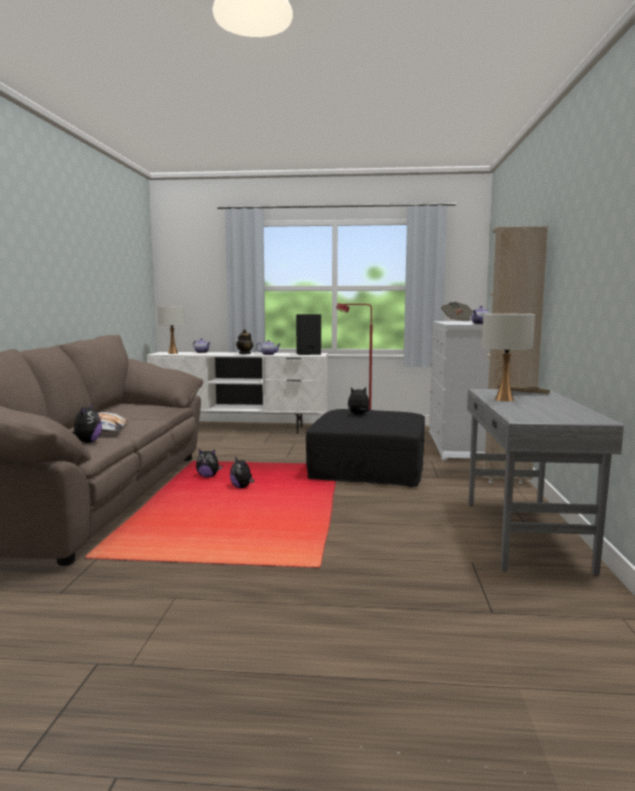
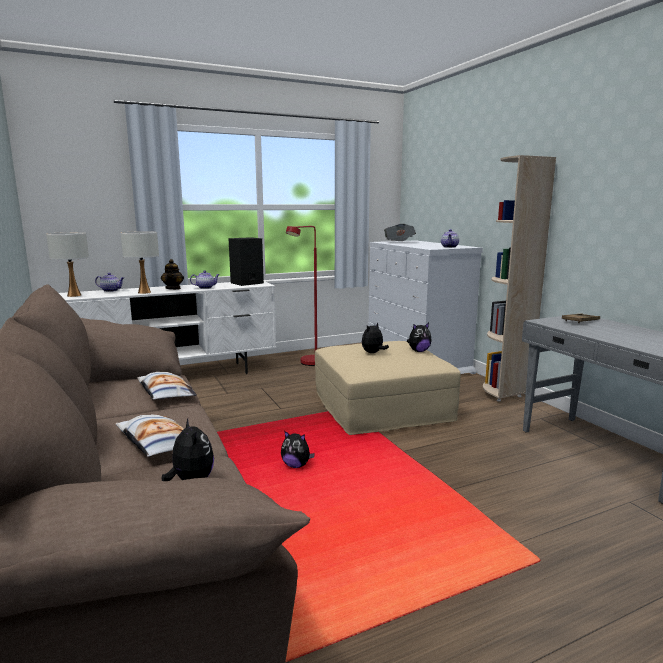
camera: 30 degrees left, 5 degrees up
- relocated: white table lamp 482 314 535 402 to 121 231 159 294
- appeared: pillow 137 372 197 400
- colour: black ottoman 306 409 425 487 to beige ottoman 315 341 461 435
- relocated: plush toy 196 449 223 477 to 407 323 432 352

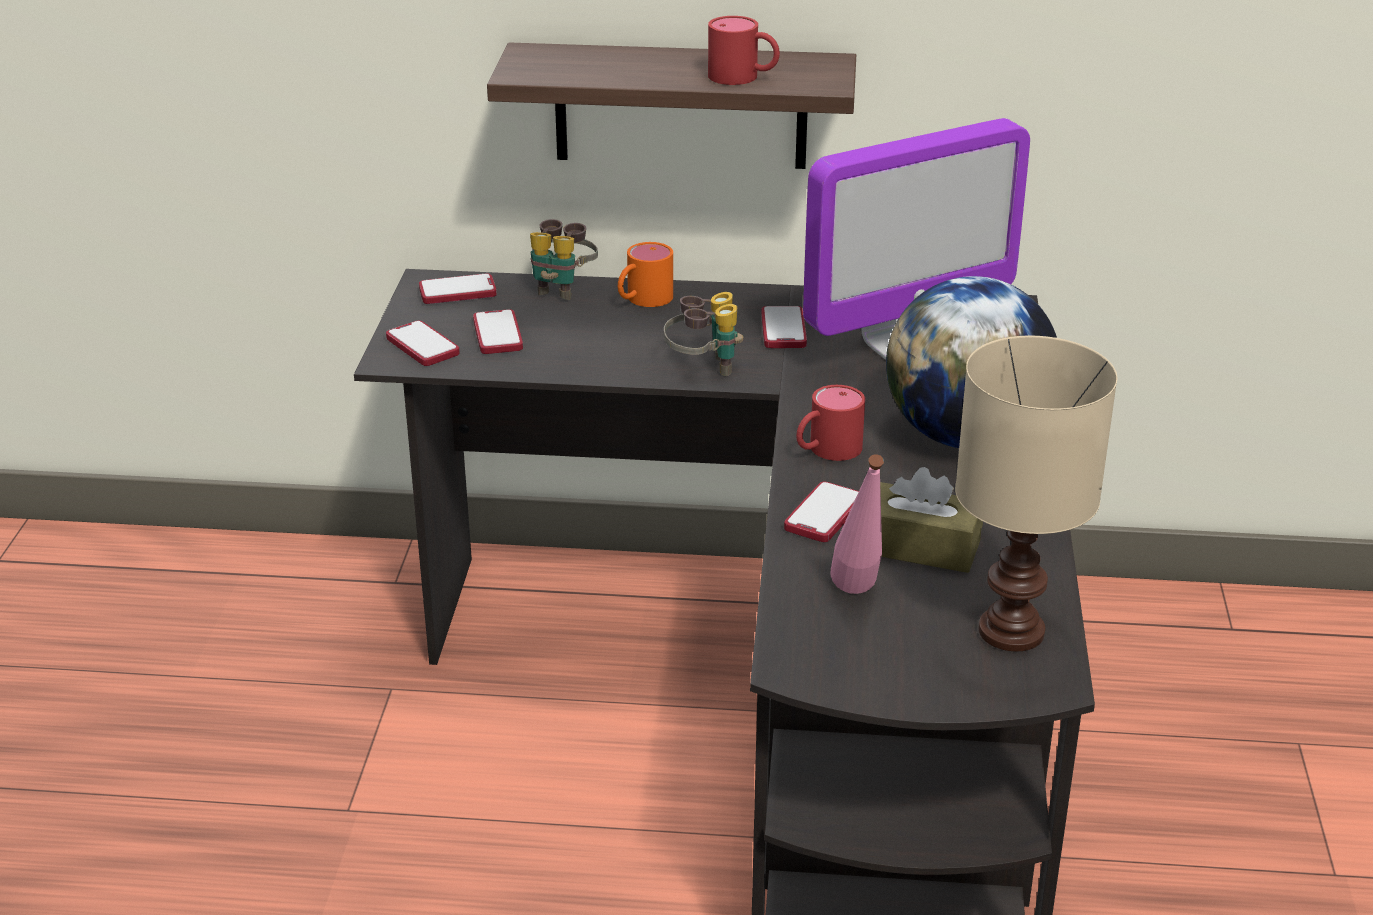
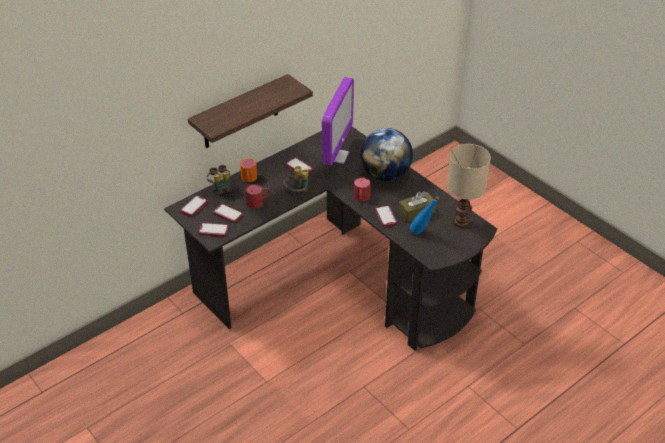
camera: 45 degrees left, 10 degrees up
- relocated: red mug 708 16 780 85 to 246 184 270 209
- colour: pink bottle 831 454 884 594 to blue bottle 410 196 439 235

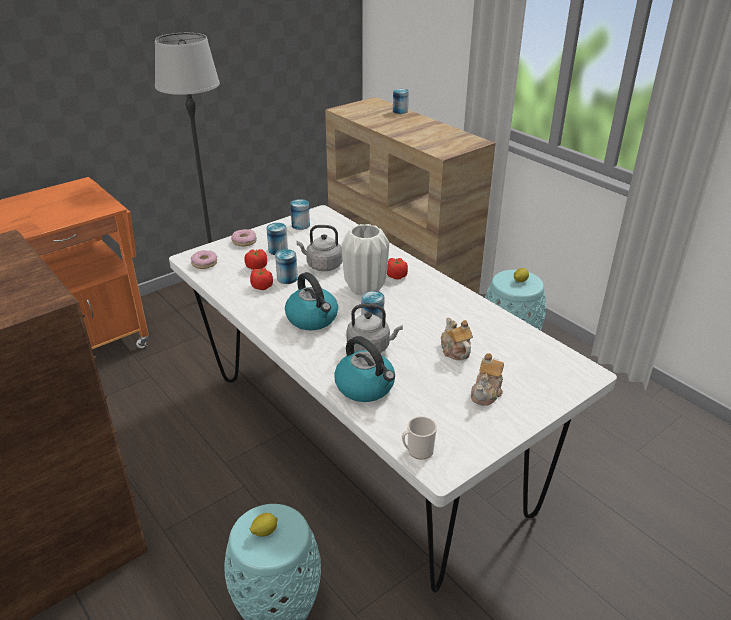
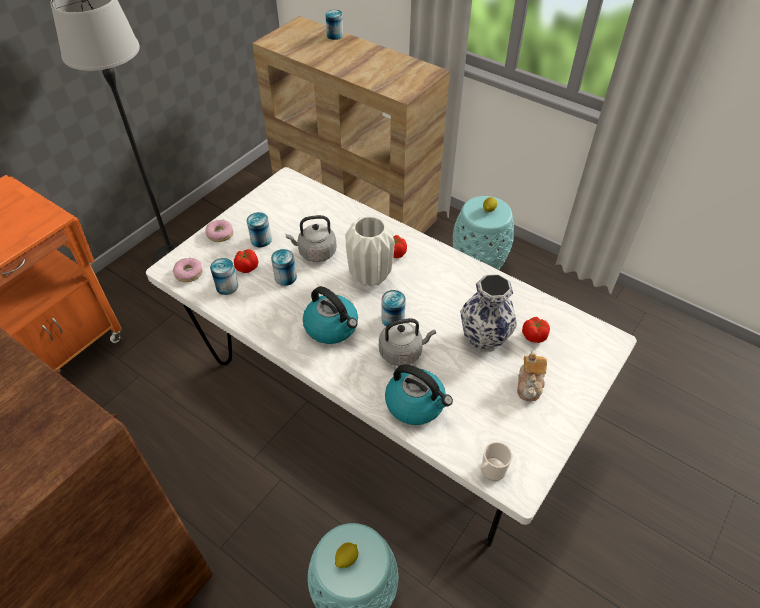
camera: 15 degrees left, 15 degrees up
- relocated: can 290 199 310 230 to 210 258 238 295
- exchanged: teapot 441 318 473 360 to vase 460 274 517 352
- relocated: tomato 250 268 273 290 to 522 317 550 343

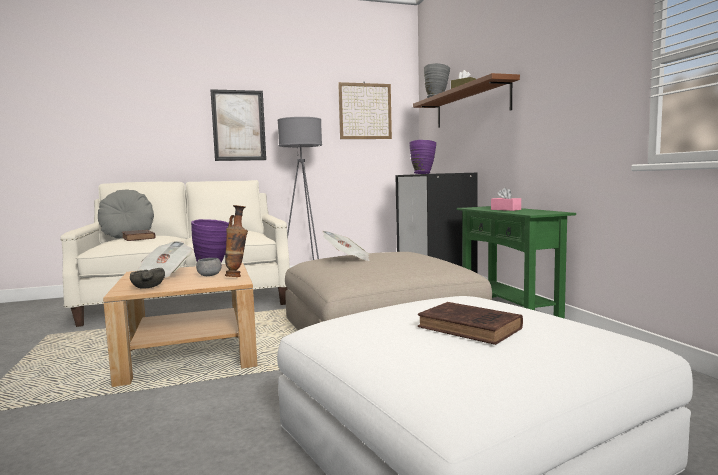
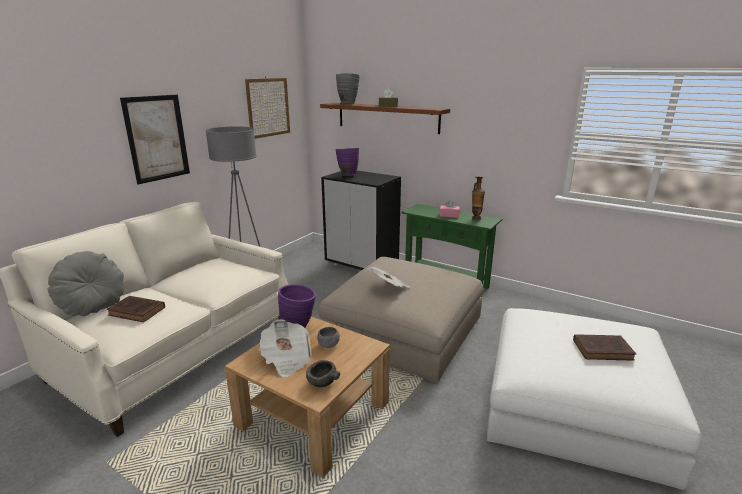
camera: 40 degrees left, 15 degrees up
- relocated: vase 225 205 248 277 to 472 176 485 220

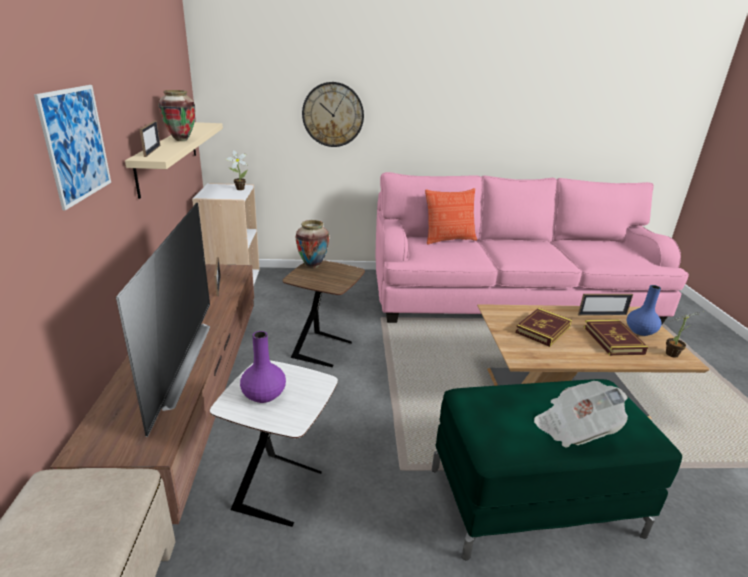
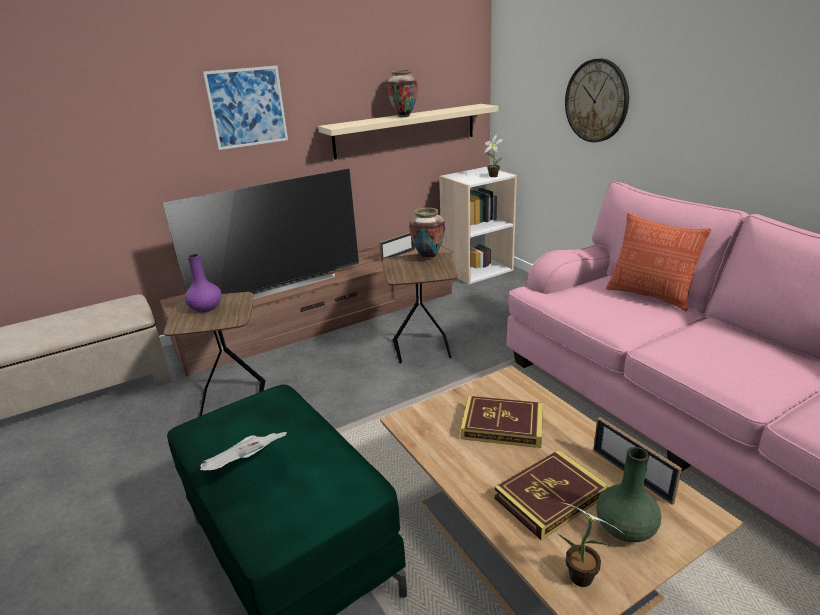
camera: 65 degrees right, 0 degrees up
- colour: white side table 210 360 338 527 to brown side table 164 292 266 417
- colour: blue vase 627 285 662 336 to green vase 596 447 661 542
- missing: picture frame 139 120 160 157

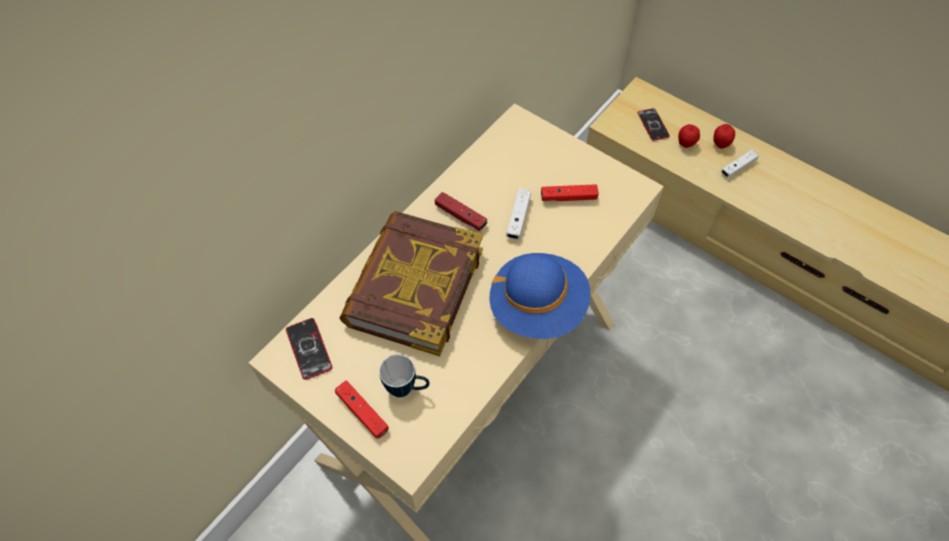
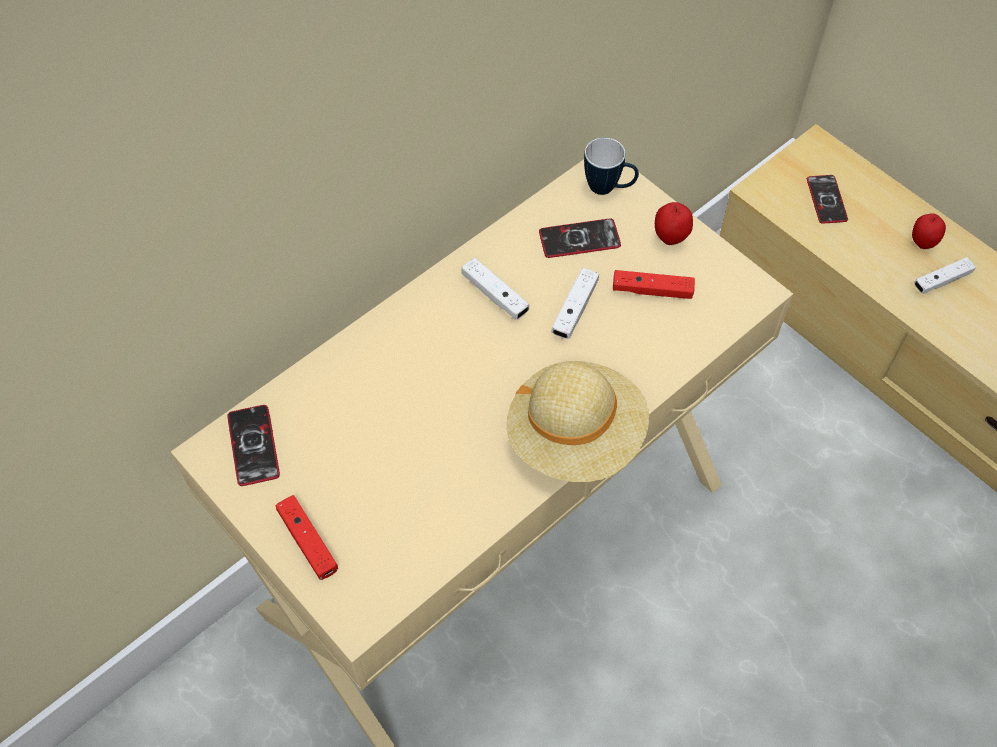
camera: 10 degrees right, 0 degrees up
- colour: red game controller 435 192 487 231 to white game controller 462 258 529 320
- colour: blue hat 489 253 591 339 to beige hat 506 361 649 482
- appeared: phone 539 218 621 258
- relocated: mug 379 354 430 397 to 584 138 639 195
- relocated: apple 678 124 700 148 to 655 202 693 245
- missing: book 339 211 483 356

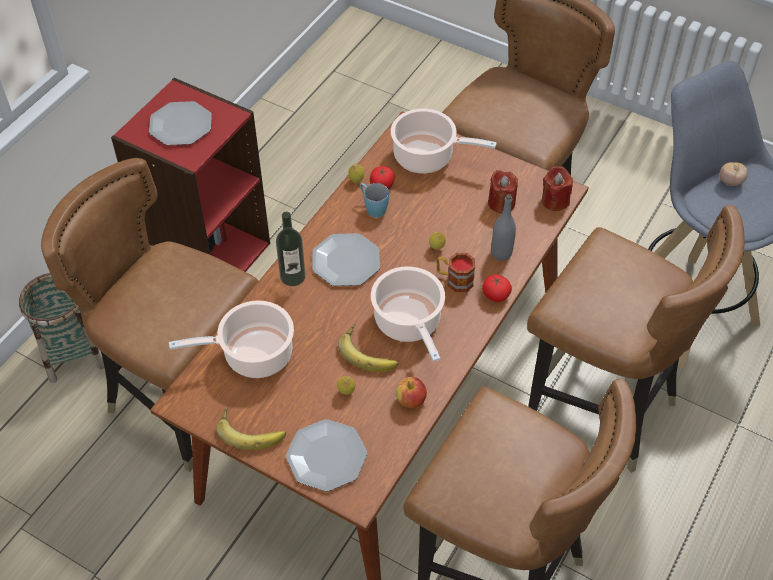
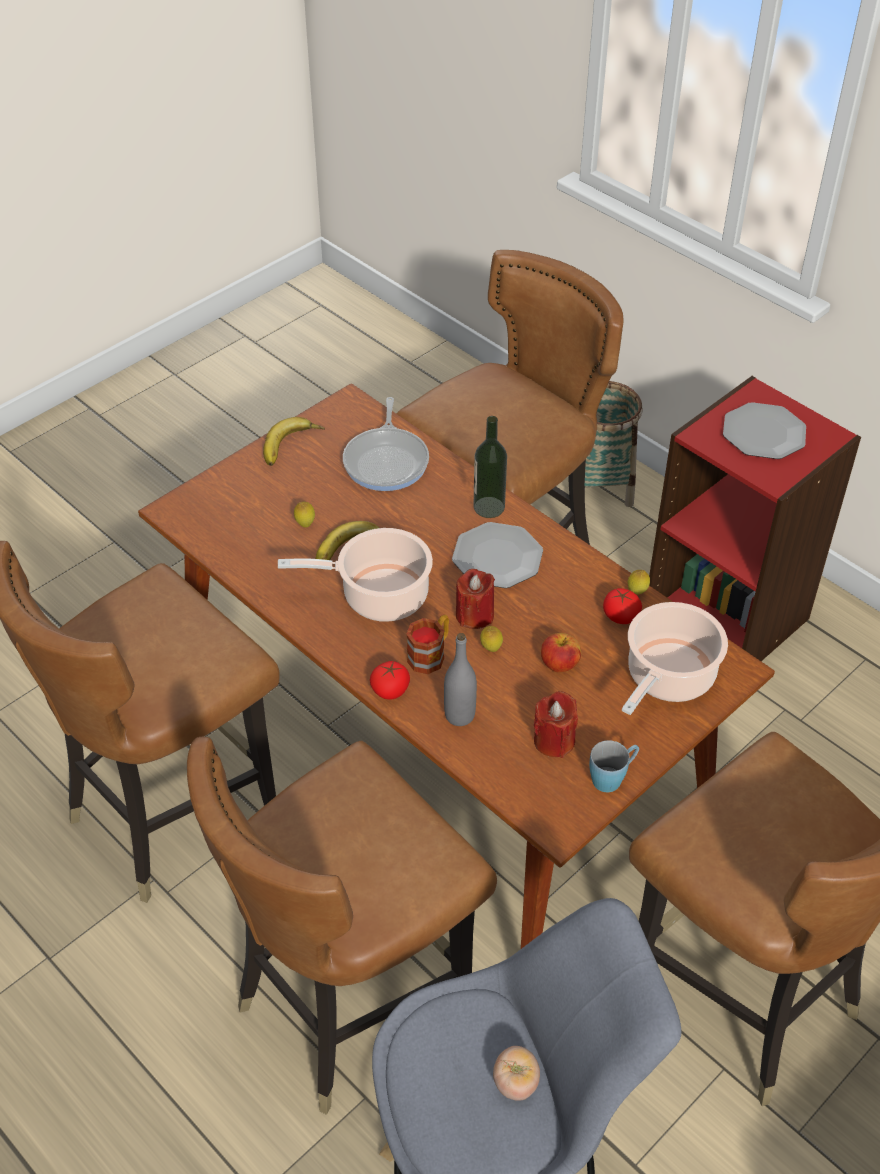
camera: 105 degrees right, 5 degrees down
- exchanged: cooking pot 169 300 294 378 to frying pan 343 397 429 491
- relocated: red candle 542 166 573 211 to 456 569 495 629
- relocated: apple 396 377 427 408 to 541 633 581 672
- relocated: blue mug 360 183 389 218 to 589 740 639 792
- missing: plate 286 419 367 491

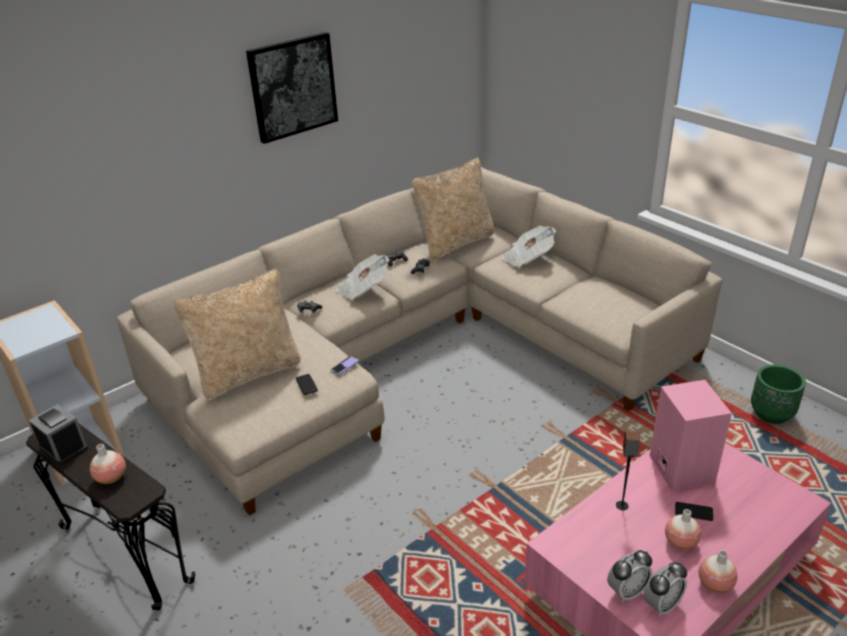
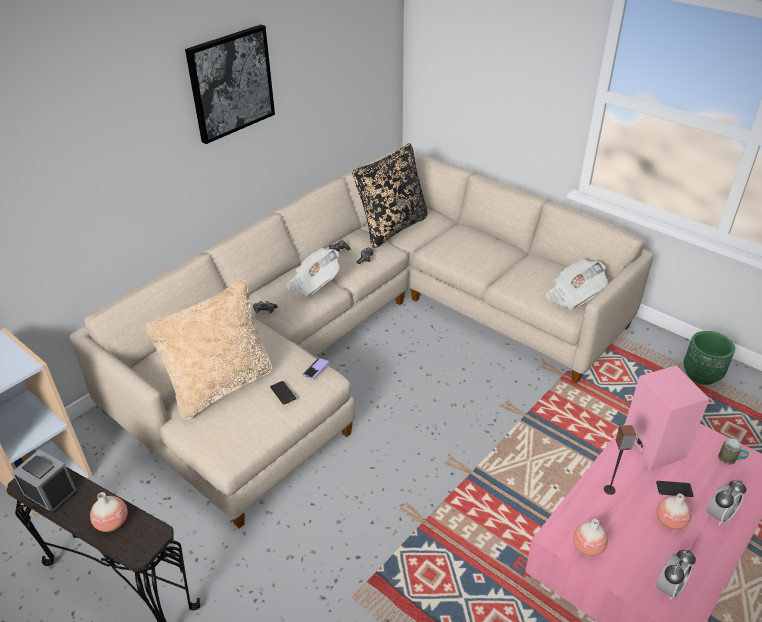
camera: 10 degrees left, 5 degrees up
- colour: beige pillow 412 158 494 261 to black pillow 352 143 428 248
- relocated: newspaper 501 226 556 268 to 546 259 608 309
- relocated: vase 699 550 737 593 to 573 519 608 556
- relocated: alarm clock 607 550 652 602 to 707 480 746 525
- appeared: mug 718 438 749 465

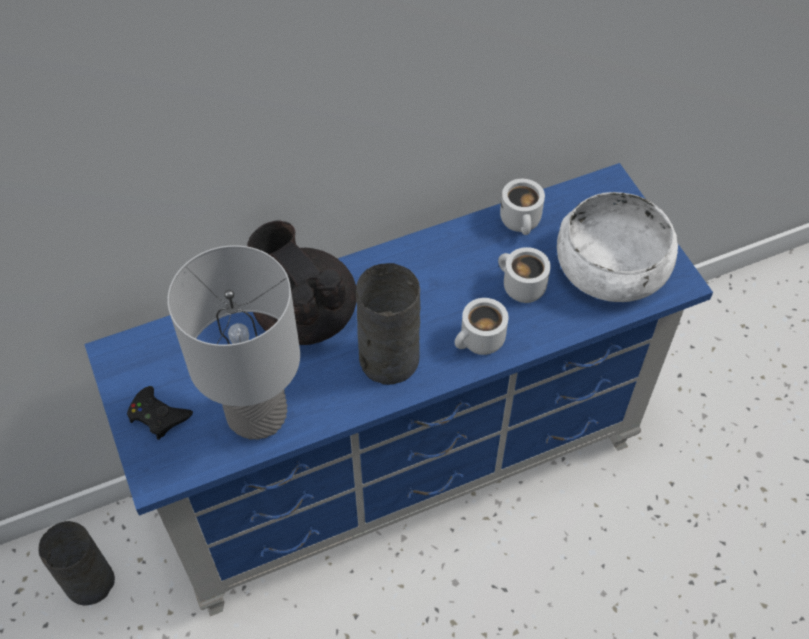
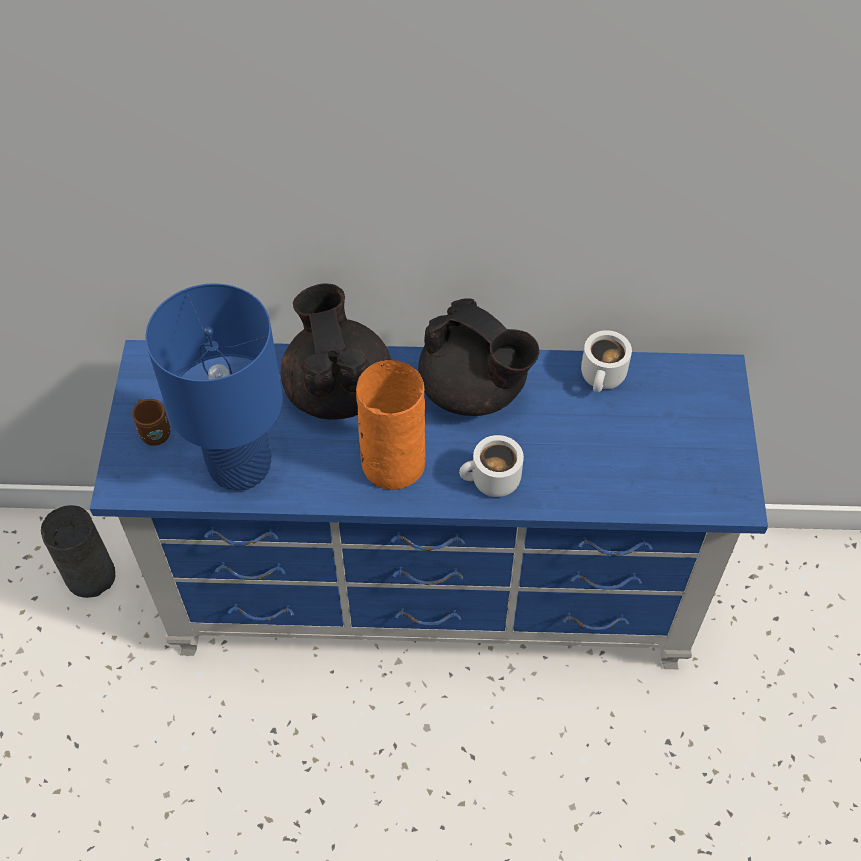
camera: 25 degrees right, 0 degrees up
- exchanged: black game controller 127 386 193 440 to brown mug 132 399 170 446
- colour: grey table lamp 167 245 300 440 to blue table lamp 146 283 283 491
- colour: grey vase 356 263 420 385 to orange vase 356 360 426 490
- appeared: black teapot 418 298 539 416
- missing: white mug 498 247 551 303
- missing: white bowl 557 192 678 302

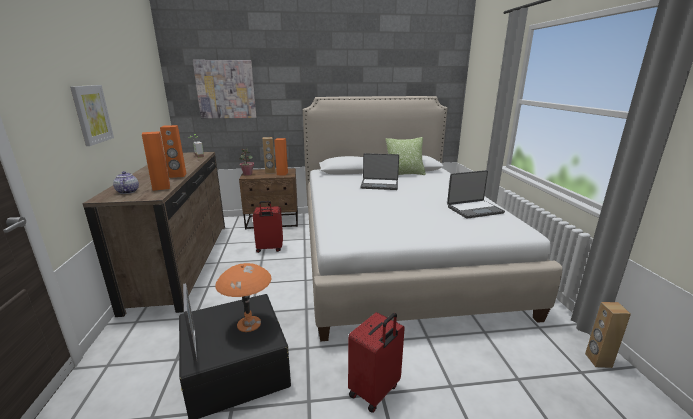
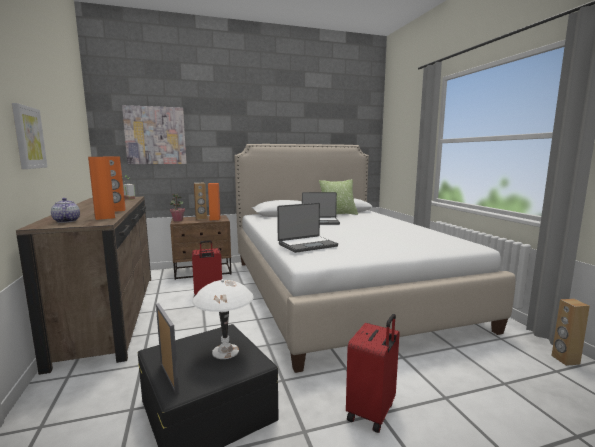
camera: 10 degrees left, 10 degrees down
- colour: orange table lamp 215 263 272 332 to white table lamp 192 279 254 359
- relocated: laptop 447 170 505 219 to 277 203 338 253

